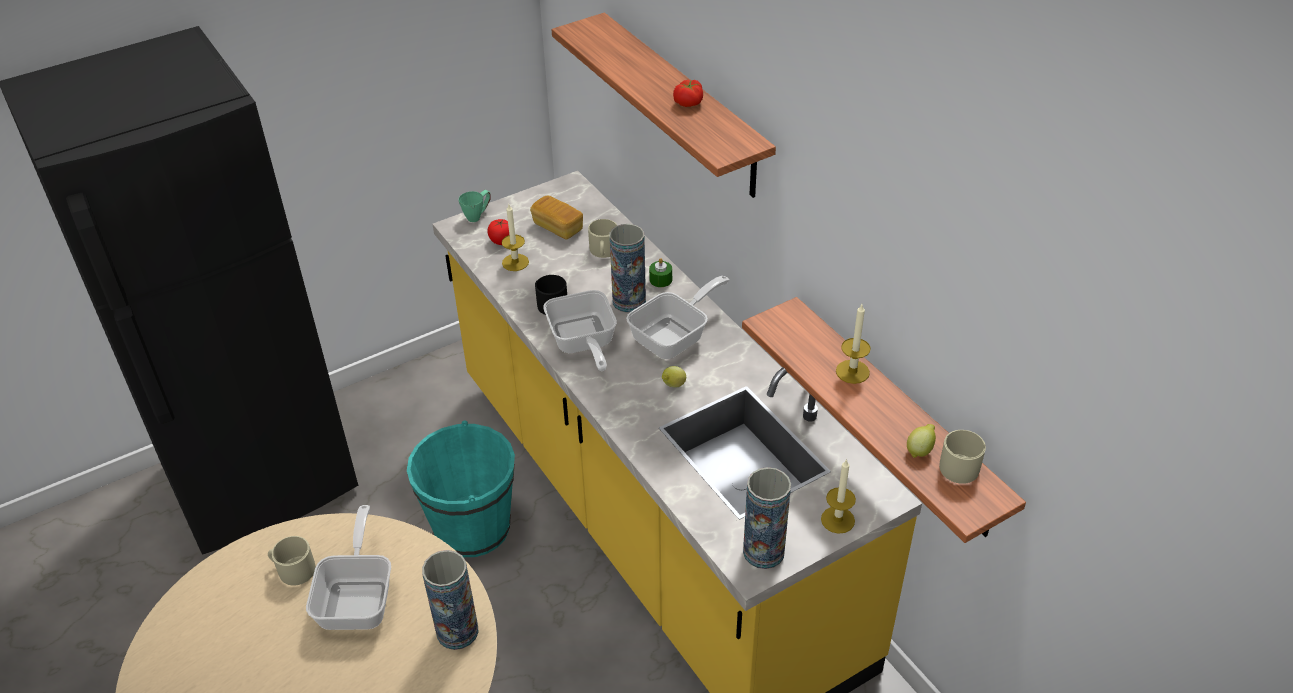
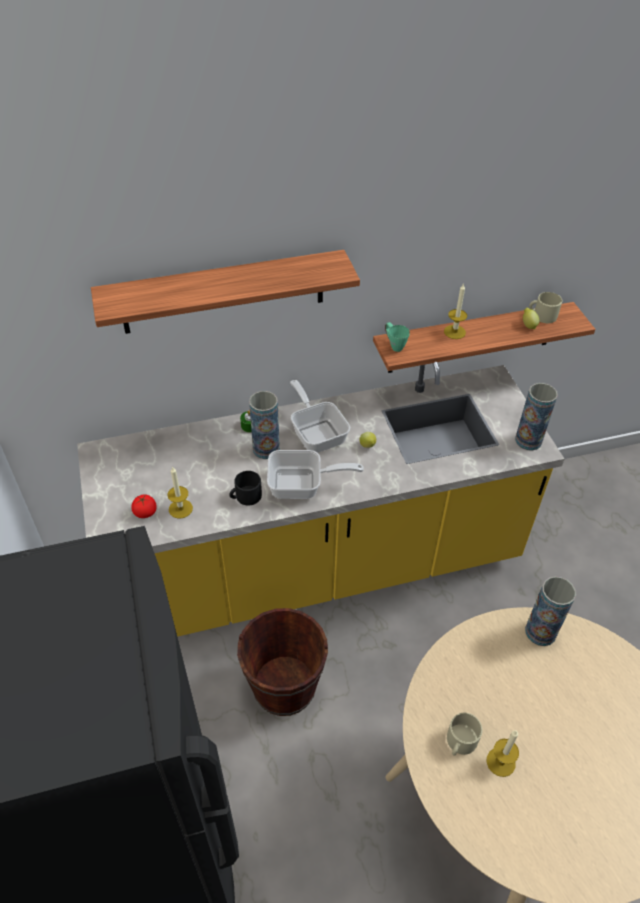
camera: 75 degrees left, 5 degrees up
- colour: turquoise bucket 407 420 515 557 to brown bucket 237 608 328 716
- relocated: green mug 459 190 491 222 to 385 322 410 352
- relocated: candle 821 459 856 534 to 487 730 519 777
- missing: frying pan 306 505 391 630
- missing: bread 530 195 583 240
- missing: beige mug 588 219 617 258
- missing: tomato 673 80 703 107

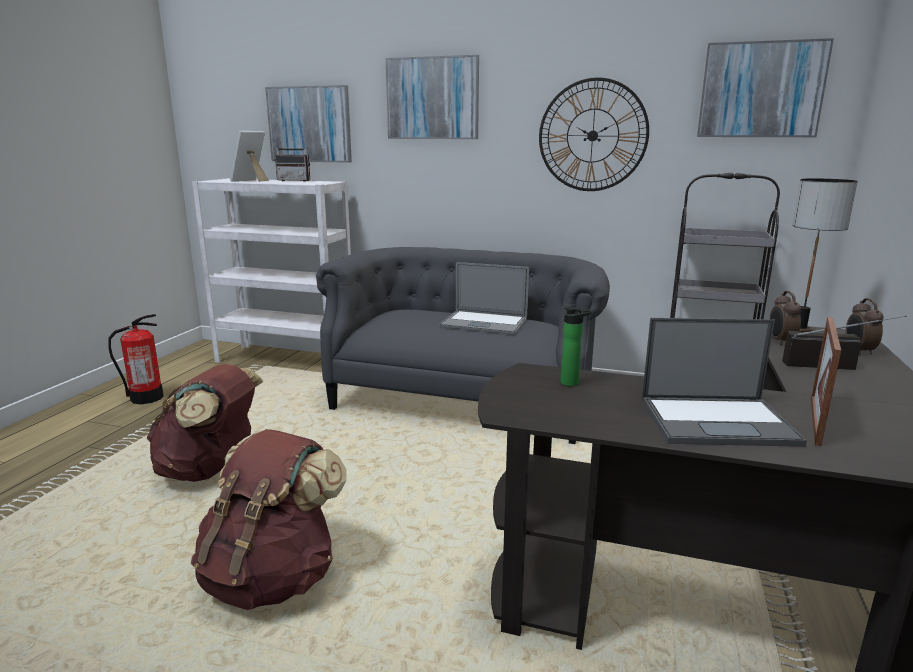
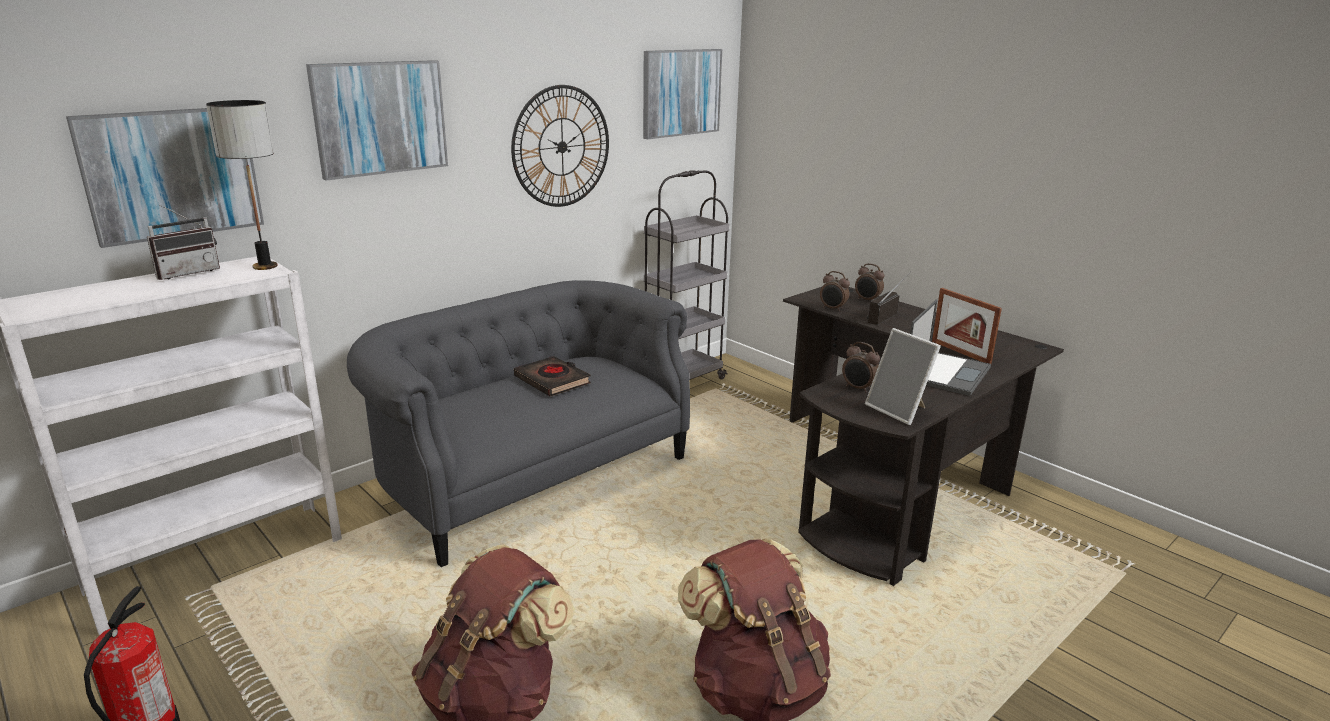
camera: 60 degrees left, 5 degrees up
- relocated: table lamp 792 178 858 332 to 206 100 277 270
- exchanged: laptop 439 262 529 334 to black book 514 356 591 397
- exchanged: bottle 560 307 591 386 to alarm clock 842 342 880 393
- relocated: picture frame 230 131 269 182 to 865 328 941 425

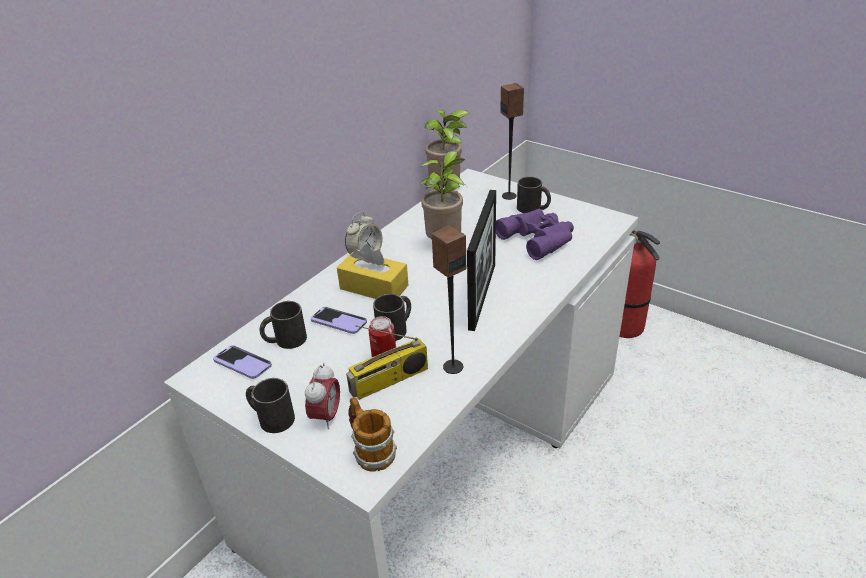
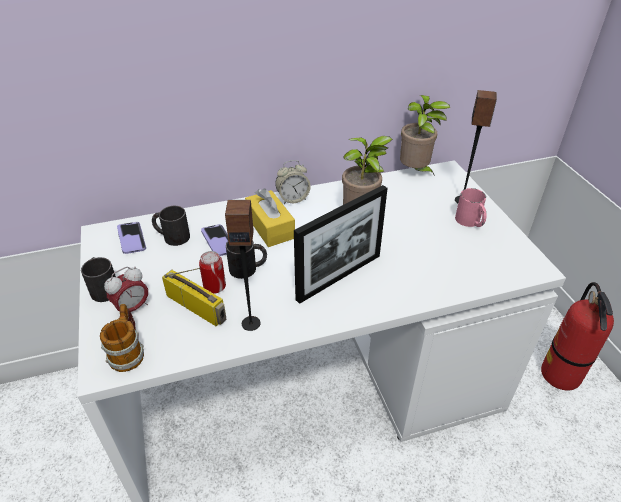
camera: 35 degrees right, 5 degrees up
- spun: radio 346 325 428 400 = 162 268 227 326 150 degrees counterclockwise
- colour: black mug 517 177 551 213 to pink mug 455 188 487 227
- missing: purple binoculars 496 209 574 260

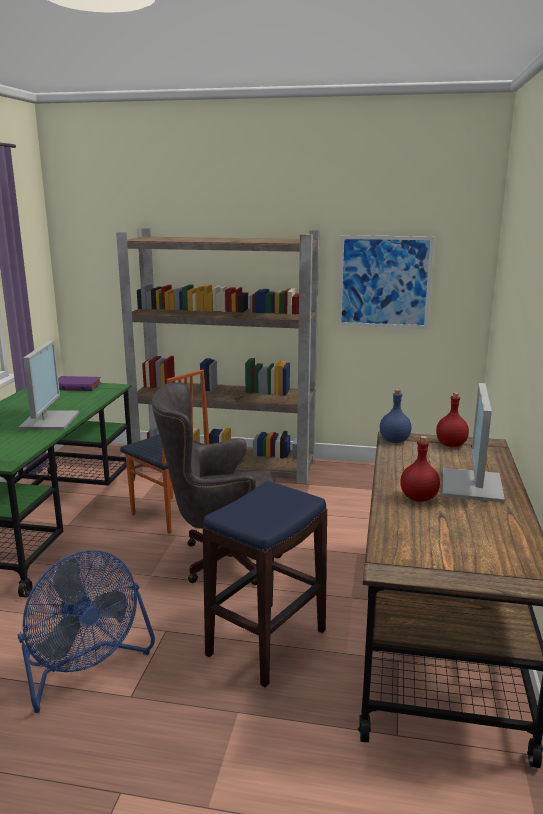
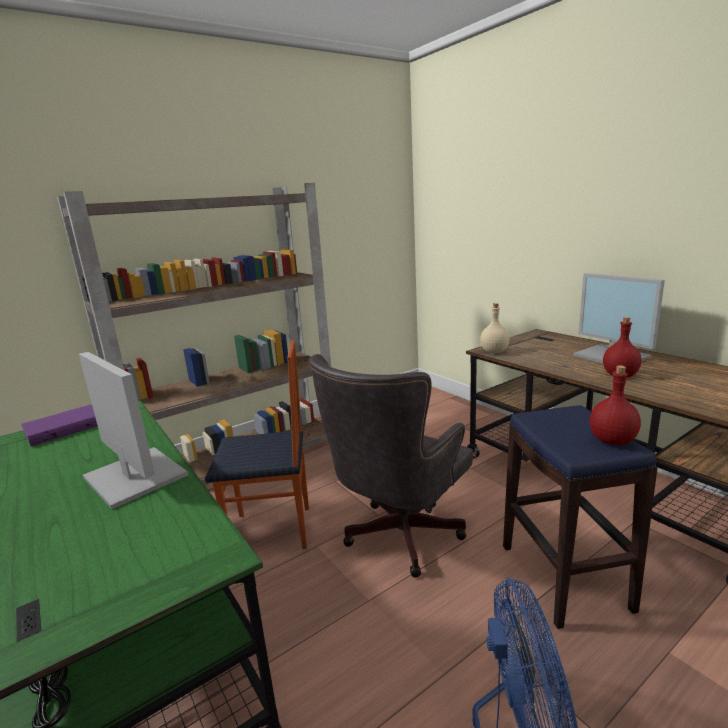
camera: 45 degrees left, 0 degrees up
- colour: blue bottle 380 389 412 443 to beige bottle 480 303 510 353
- relocated: red bottle 436 392 469 447 to 590 365 641 445
- missing: picture 338 235 434 329

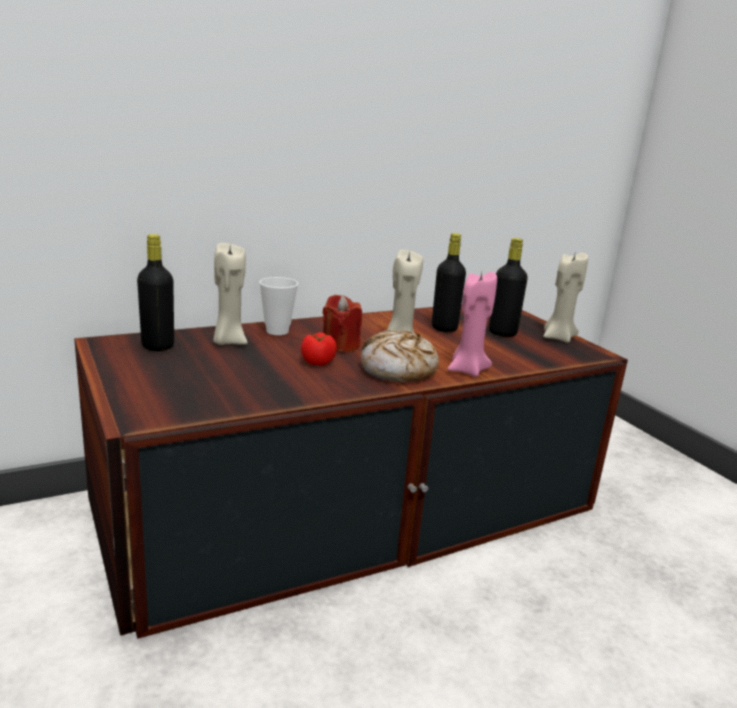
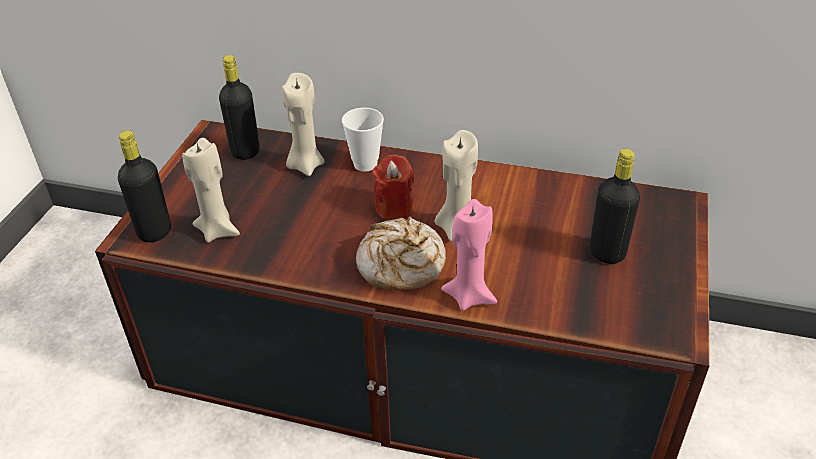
camera: 45 degrees right, 20 degrees up
- relocated: black bottle 432 233 466 332 to 118 130 171 243
- relocated: beige candle 543 253 588 343 to 182 138 240 243
- missing: tomato 301 332 337 366

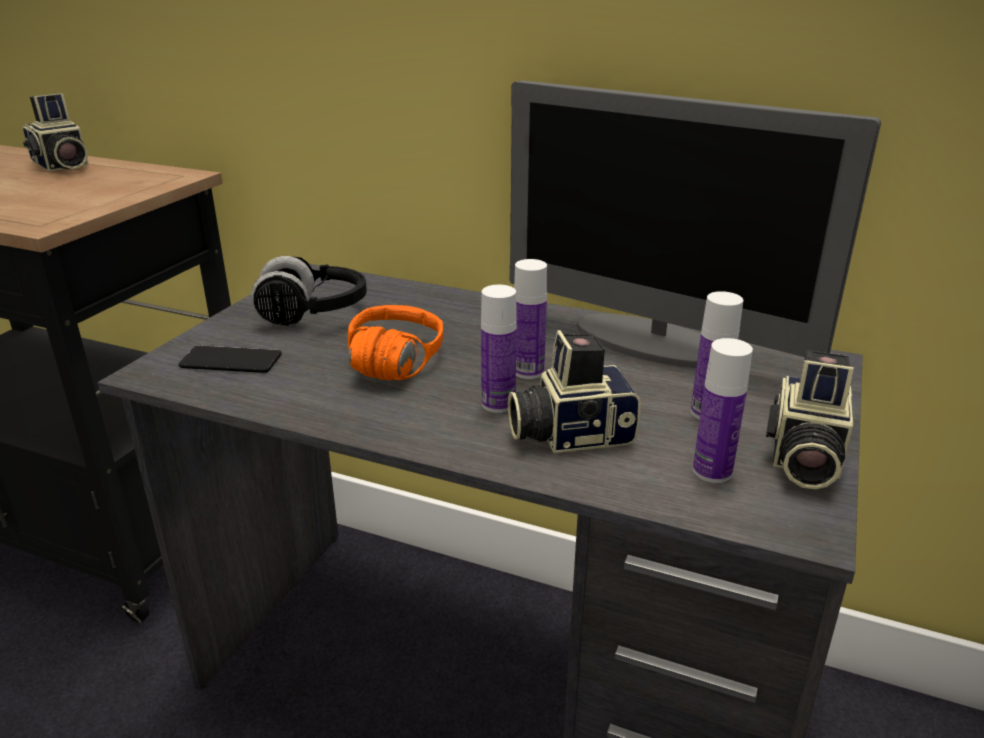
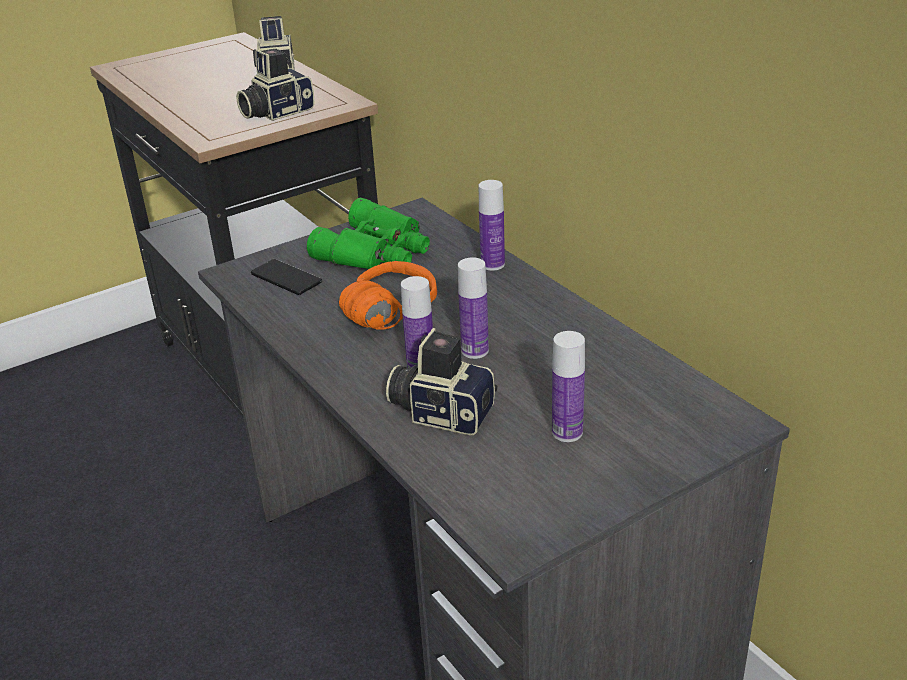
camera: 35 degrees right, 5 degrees up
- relocated: photo camera 766 350 854 489 to 236 48 315 121
- exchanged: black headphones 251 256 367 326 to green binoculars 307 198 430 269
- relocated: bottle 693 338 753 483 to 479 180 505 271
- missing: monitor 509 80 881 368

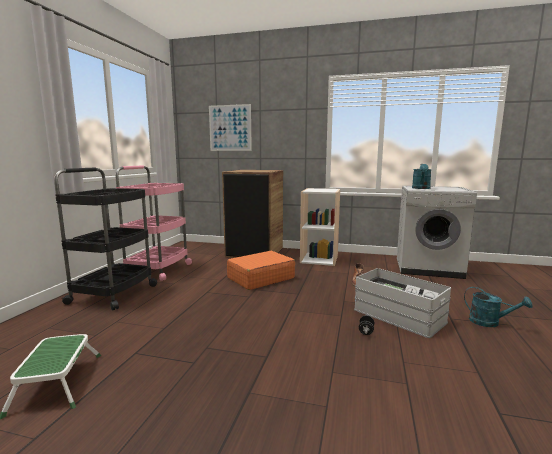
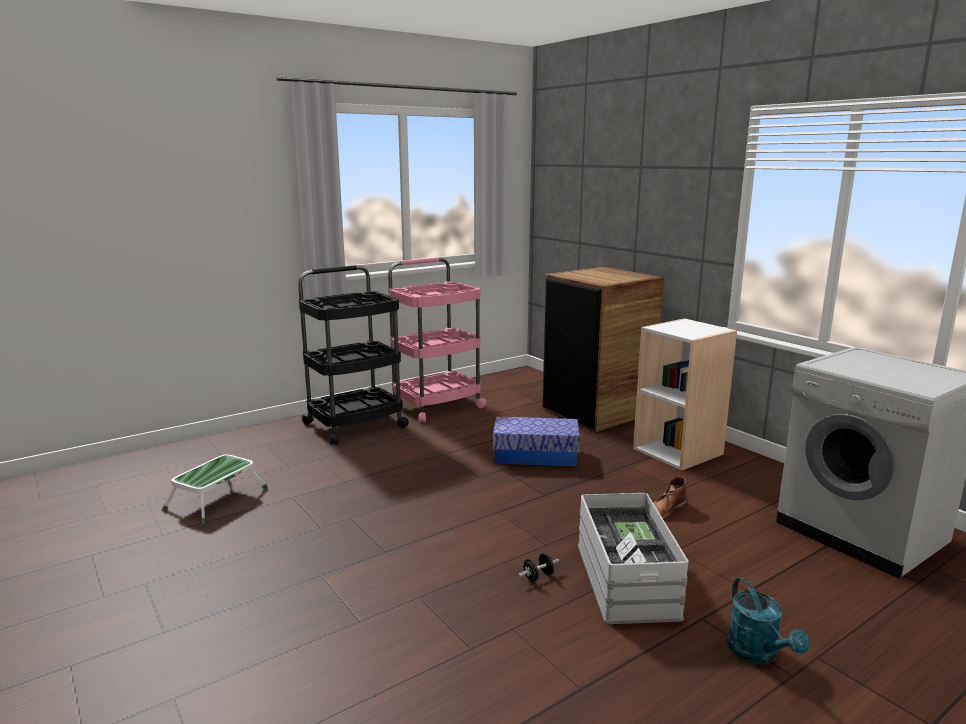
camera: 40 degrees right, 5 degrees up
- exchanged: orange suitcase 227 251 295 290 to storage box 493 417 580 466
- missing: picture 209 104 252 151
- missing: turquoise watering can 412 164 431 189

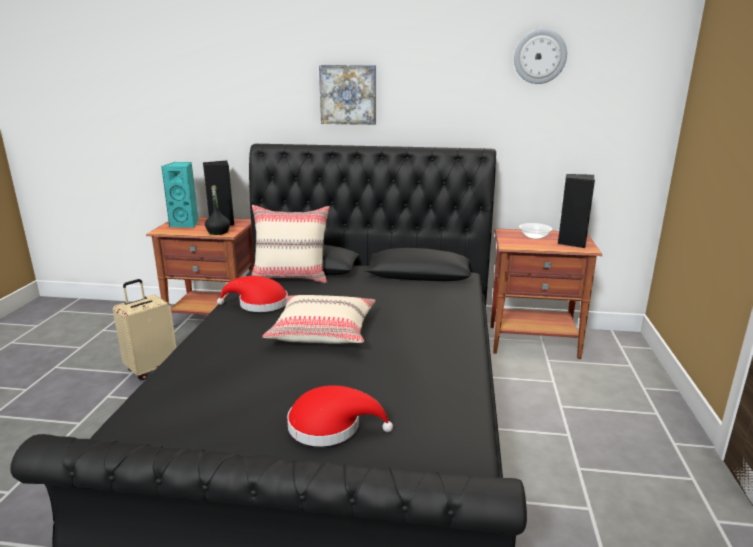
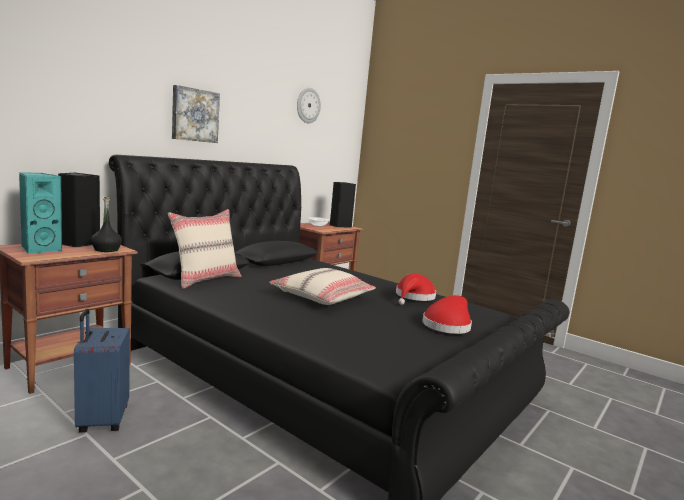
camera: 60 degrees left, 10 degrees down
- colour: beige suitcase 113 279 177 380 to blue suitcase 74 309 130 433
- relocated: red hat 217 276 288 312 to 396 273 436 305

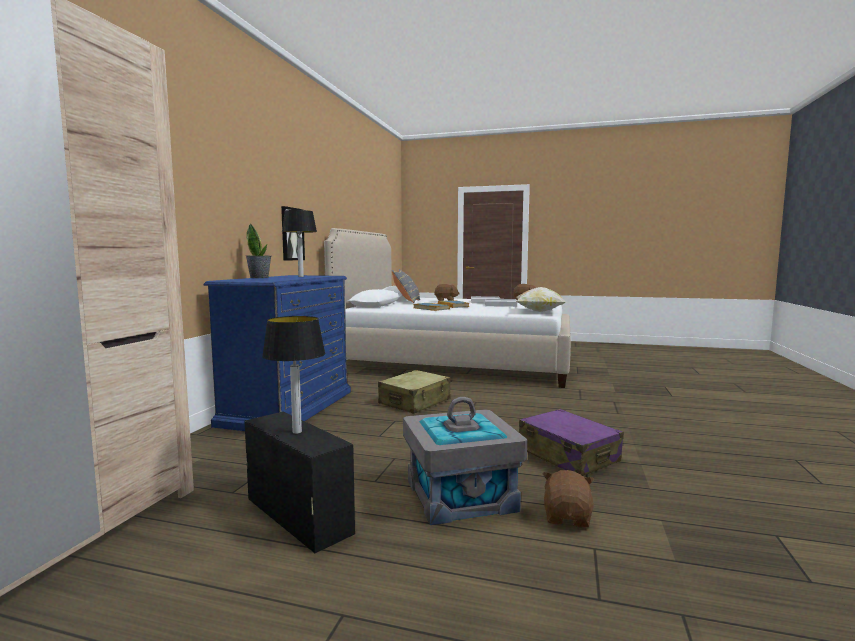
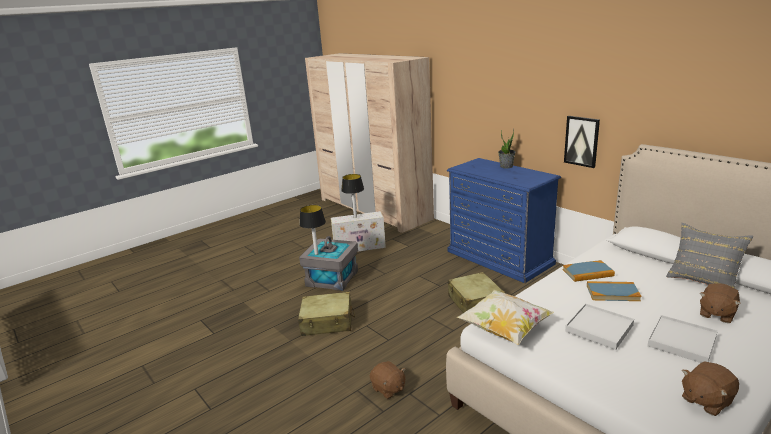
camera: 125 degrees right, 15 degrees up
- colour: purple suitcase 519 409 624 476 to beige suitcase 298 292 355 336
- relocated: table lamp 282 210 317 277 to 299 205 326 255
- colour: black storage box 244 412 355 554 to white storage box 331 211 386 252
- relocated: brown plush toy 543 470 594 528 to 370 361 405 399

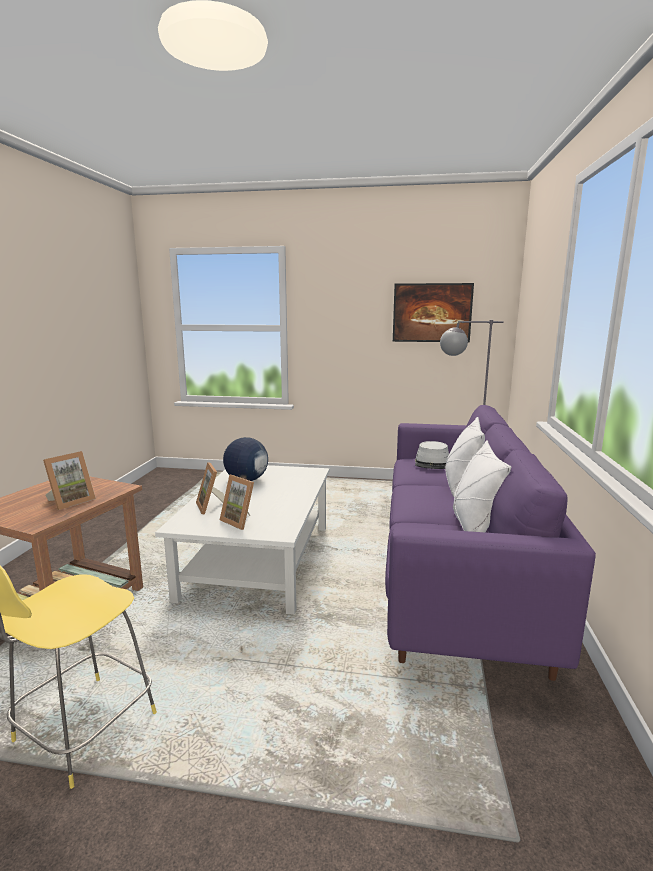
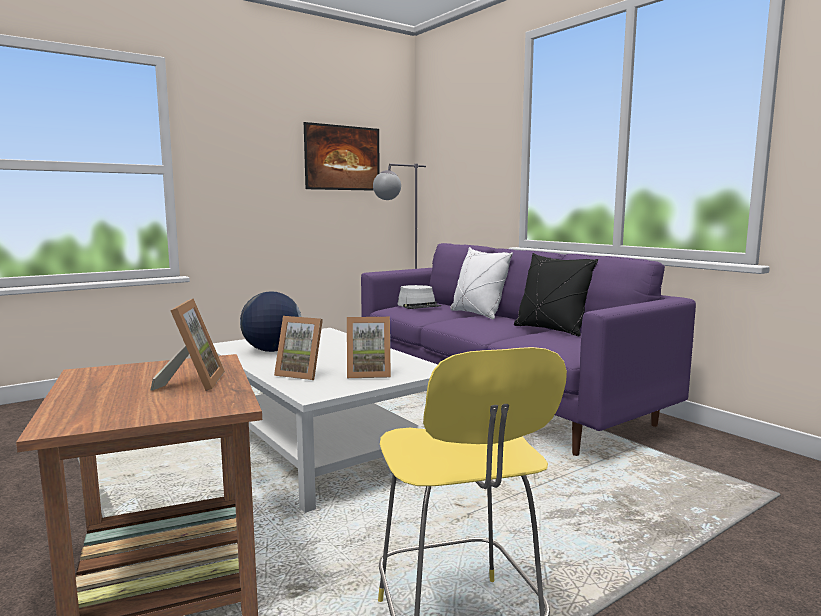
camera: 45 degrees left, 5 degrees down
- colour: white pillow 453 440 511 532 to black pillow 514 253 598 336

